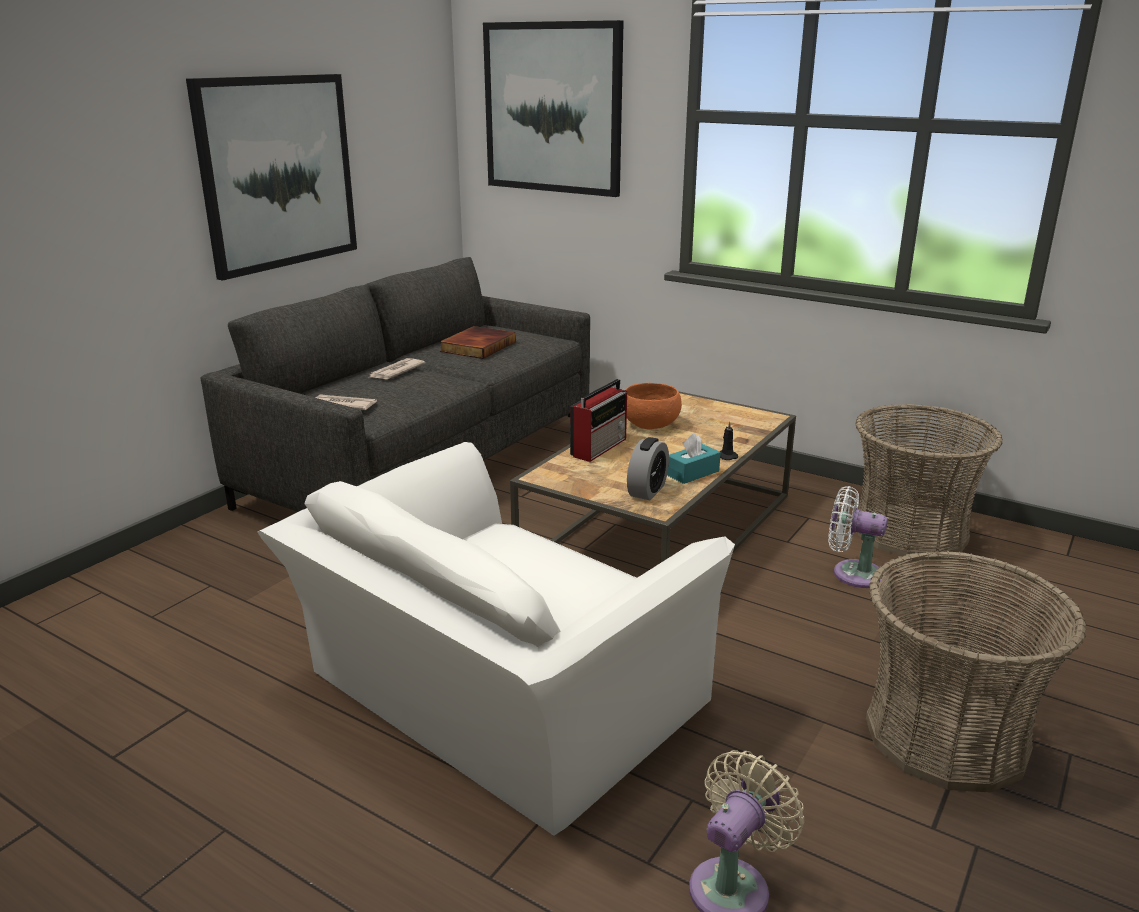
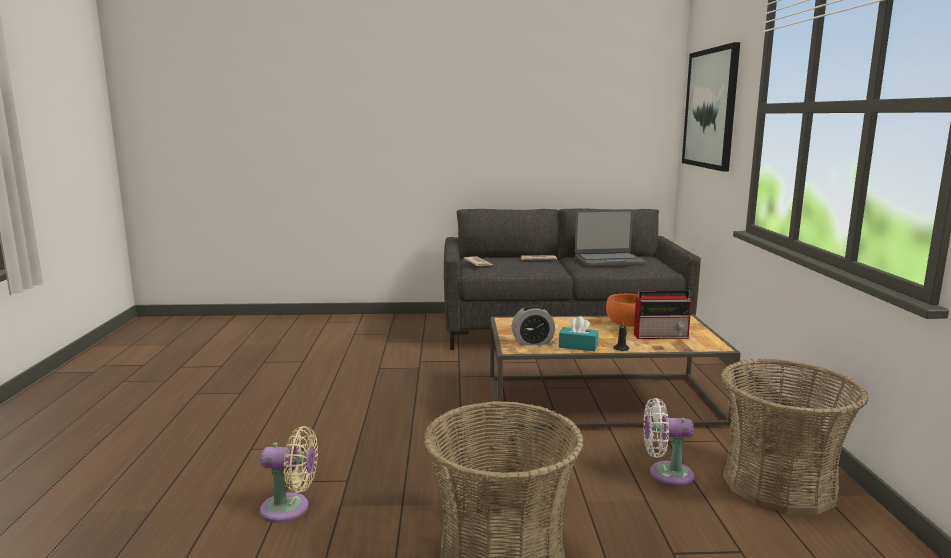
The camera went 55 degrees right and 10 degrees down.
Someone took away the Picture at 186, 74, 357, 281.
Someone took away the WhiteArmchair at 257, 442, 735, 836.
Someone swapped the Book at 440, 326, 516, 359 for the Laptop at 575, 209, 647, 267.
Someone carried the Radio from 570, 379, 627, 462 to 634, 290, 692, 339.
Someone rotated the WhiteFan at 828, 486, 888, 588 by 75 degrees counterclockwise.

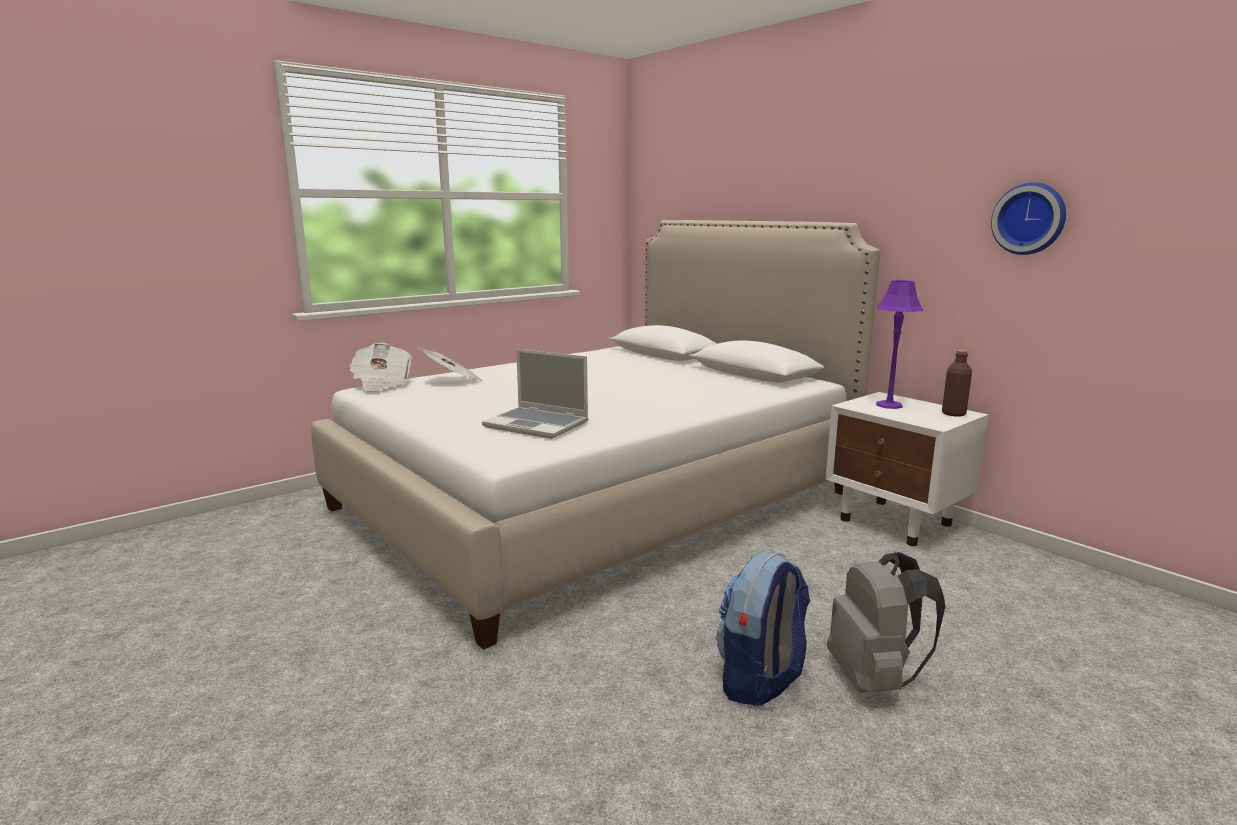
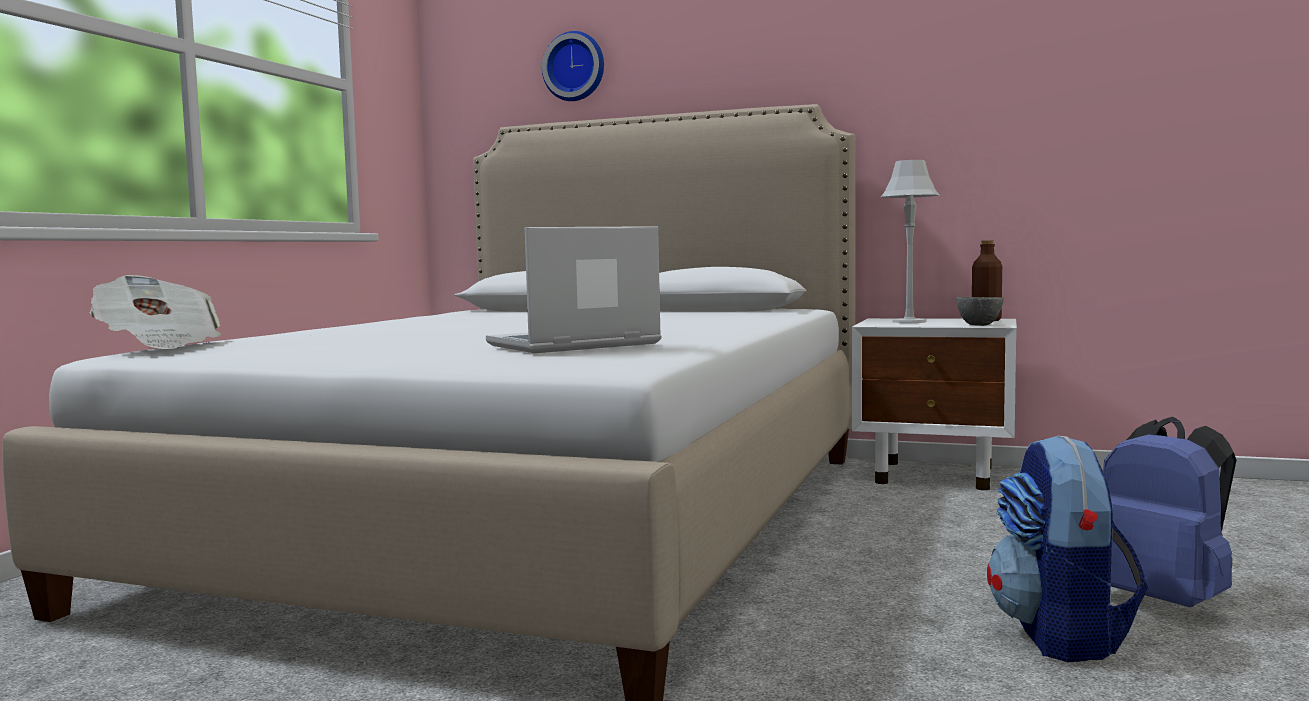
The camera went 30 degrees left and 10 degrees down.
Someone took away the Newspaper at 418, 348, 484, 381.
Someone rotated the Laptop at 482, 349, 588, 439 by 150 degrees clockwise.
Someone repainted the GreyBackpack at 827, 552, 945, 693, which became the BlueBackpack at 1103, 417, 1236, 607.
Someone repainted the PurpleTableLamp at 876, 280, 924, 409, which became the GreyTableLamp at 881, 160, 940, 323.
Someone carried the WallClock from 991, 182, 1066, 255 to 542, 31, 604, 101.
Someone put down the GreyBowl at 956, 297, 1004, 326.

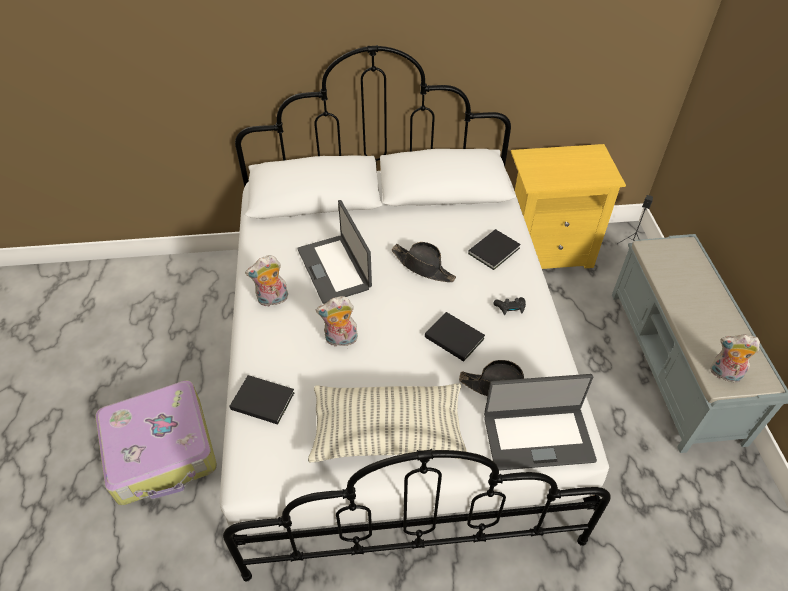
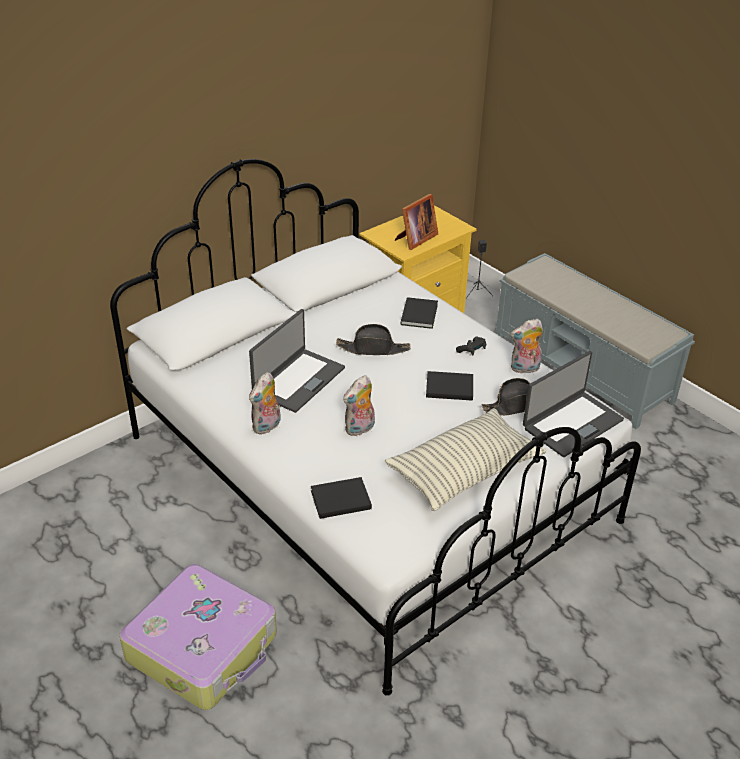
The camera went 35 degrees left and 10 degrees down.
Someone rotated the Laptop at 297, 200, 372, 304 by 90 degrees counterclockwise.
Someone carried the PlushToy from 710, 334, 760, 382 to 511, 319, 543, 374.
Someone put down the PictureFrame at 395, 194, 438, 250.

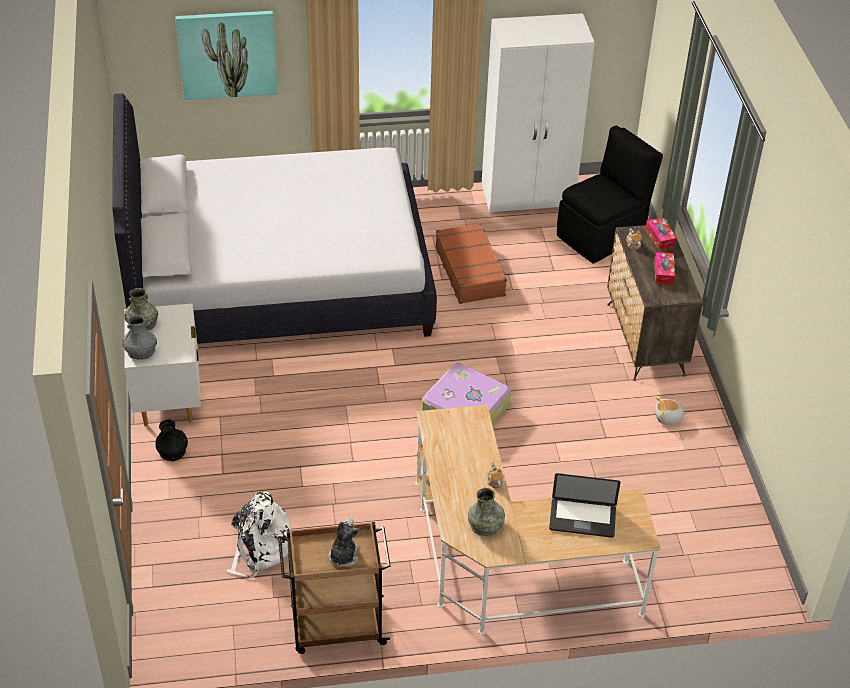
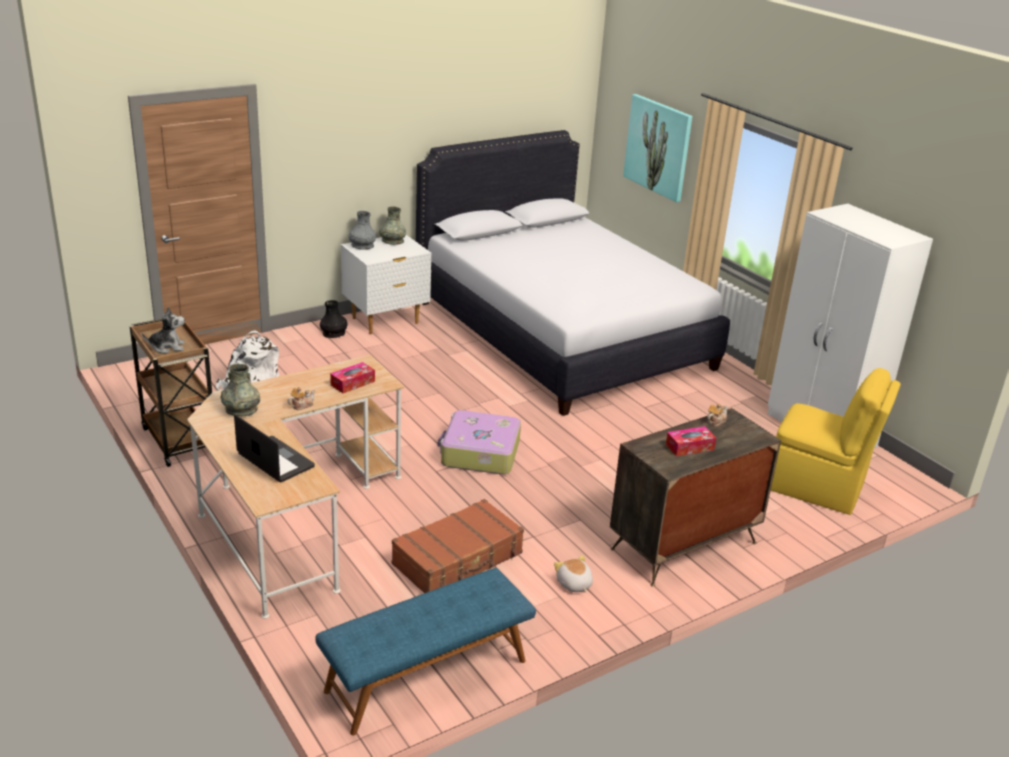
The camera went 65 degrees right and 15 degrees down.
Someone carried the BrownSuitcase from 436, 223, 507, 304 to 391, 499, 524, 593.
Someone rotated the Laptop at 549, 473, 621, 538 by 150 degrees clockwise.
Someone repainted the BlackChair at 557, 126, 663, 263, which became the YellowChair at 771, 368, 901, 515.
Someone carried the TissueBox from 645, 217, 677, 250 to 330, 362, 375, 393.
Someone put down the BlueBench at 315, 568, 536, 735.

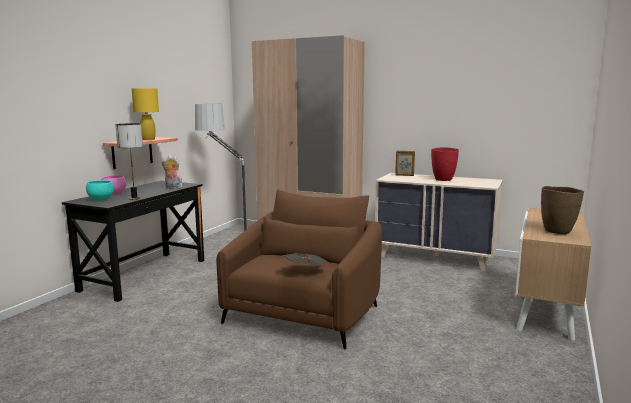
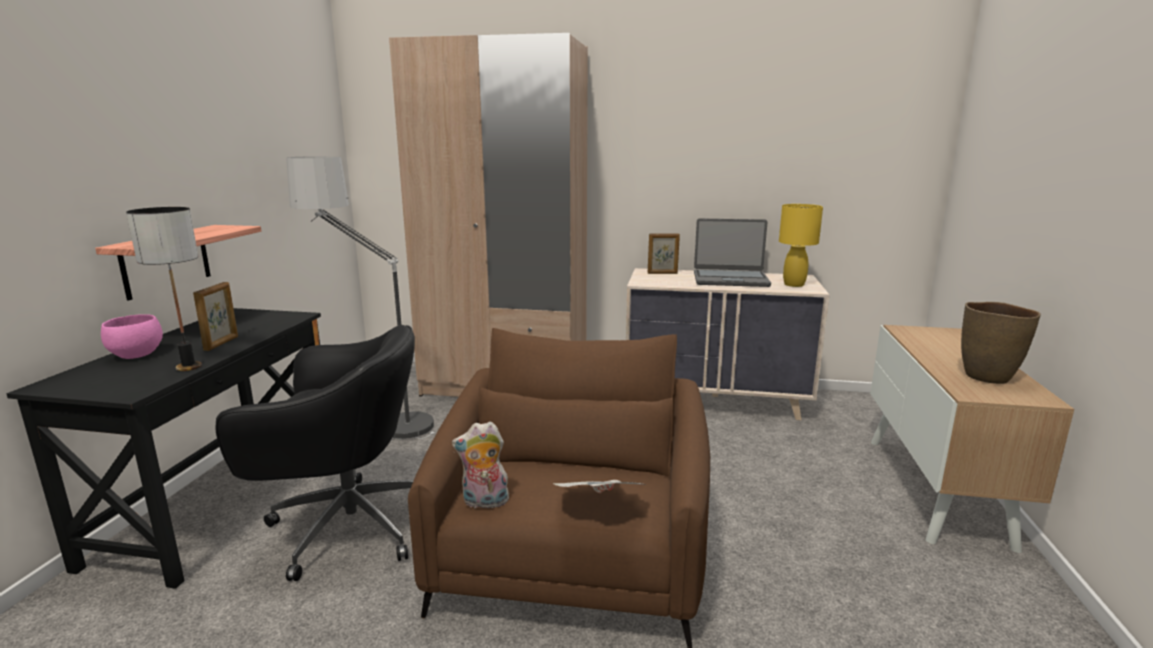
The camera went 15 degrees left and 5 degrees up.
Someone took away the TurquoiseBowl at 86, 180, 114, 201.
Someone carried the YellowTableLamp from 132, 88, 159, 140 to 779, 204, 823, 287.
Someone carried the PlushToy from 162, 155, 183, 189 to 452, 421, 510, 508.
Someone swapped the RedVase at 431, 147, 459, 181 for the Laptop at 694, 218, 771, 287.
Someone put down the PictureFrame at 193, 282, 238, 351.
Someone put down the BlackOfficeChair at 216, 325, 415, 581.

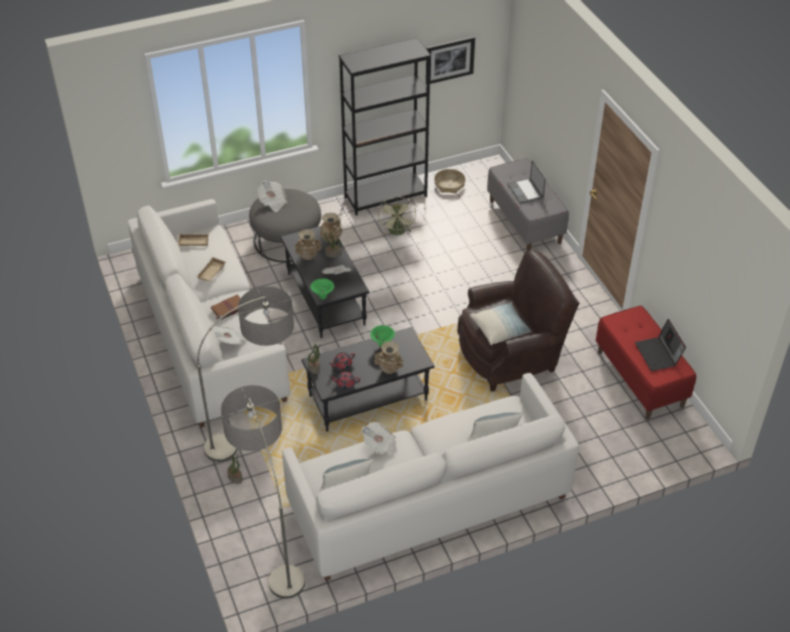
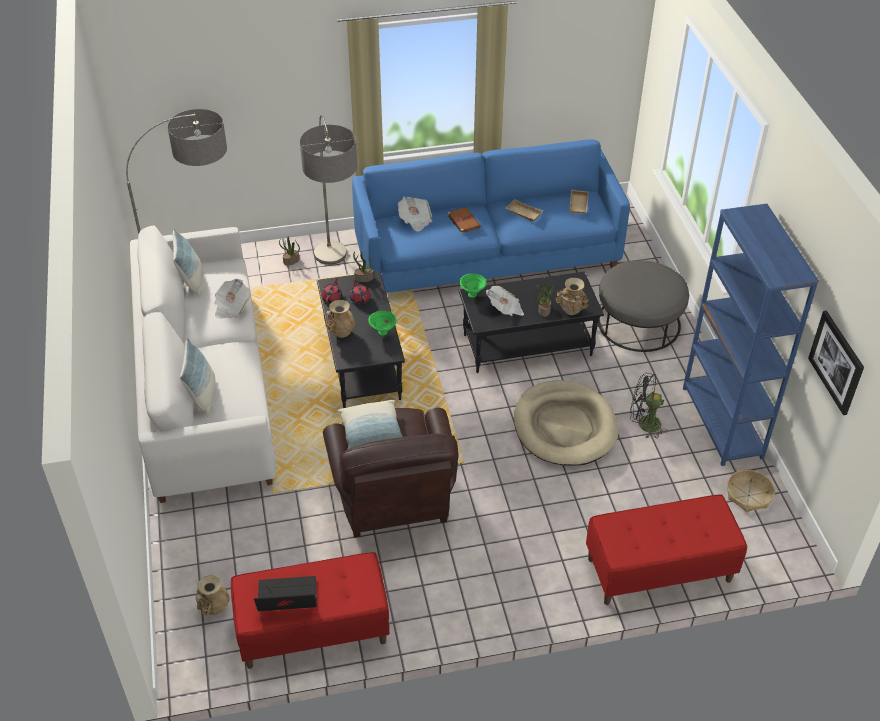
The camera went 100 degrees right and 0 degrees up.
Someone repainted the WhiteSofa at 127, 199, 290, 428, which became the BlueSofa at 352, 139, 630, 293.
Someone took away the Newspaper at 257, 180, 287, 212.
Someone carried the BeigeVase from 295, 229, 322, 260 to 196, 575, 230, 616.
Someone repainted the BlackBookcase at 339, 38, 431, 215, which became the BlueBookcase at 683, 204, 819, 466.
Someone repainted the GreenFan at 378, 197, 416, 235, which became the BlackFan at 630, 373, 668, 438.
Someone repainted the GreyBench at 487, 158, 569, 251, which became the RedBench at 586, 494, 747, 605.
Someone took away the Laptop at 507, 160, 546, 204.
Someone put down the BeigeDogBed at 514, 380, 618, 466.

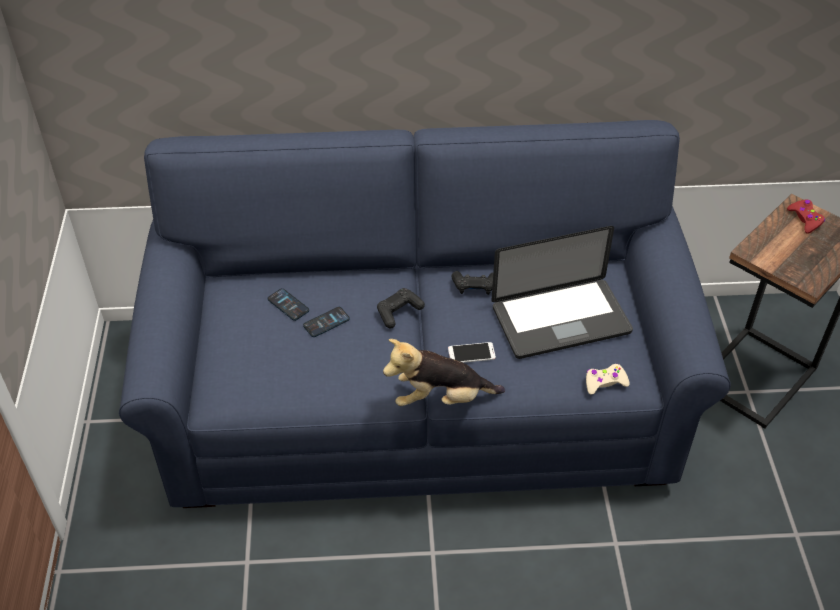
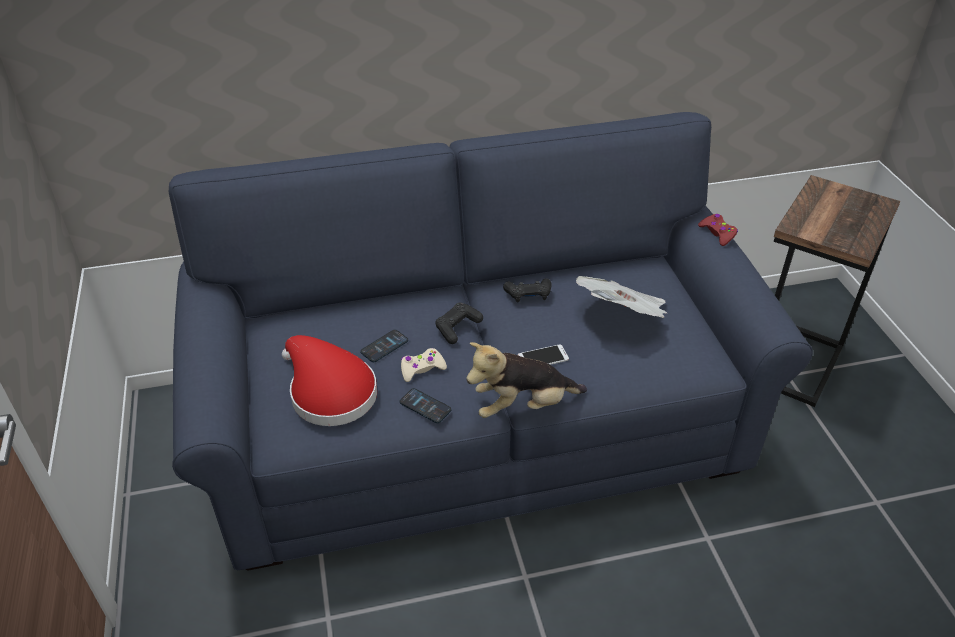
The camera went 10 degrees left and 5 degrees down.
Someone carried the Phone from 268, 288, 309, 321 to 400, 388, 451, 423.
Someone swapped the Laptop at 491, 226, 633, 359 for the Newspaper at 576, 276, 667, 318.
Someone carried the BeigeGameController from 586, 364, 630, 395 to 401, 348, 447, 382.
Someone carried the RedGameController from 787, 200, 825, 234 to 698, 214, 738, 246.
Someone put down the RedHat at 282, 335, 377, 426.

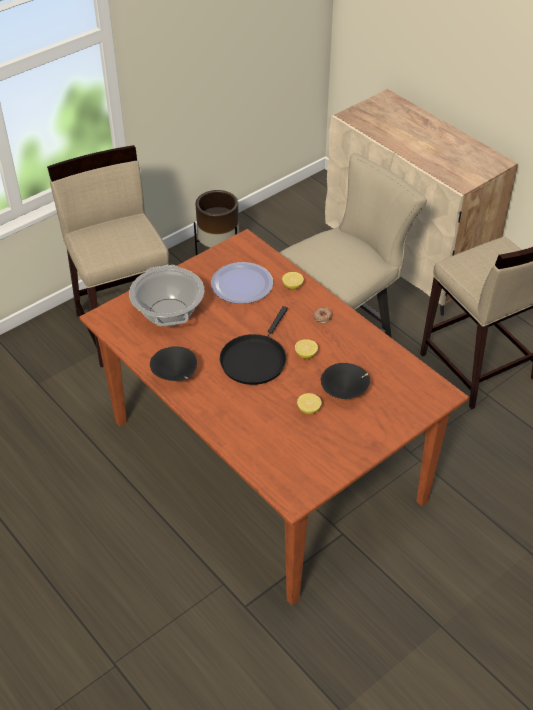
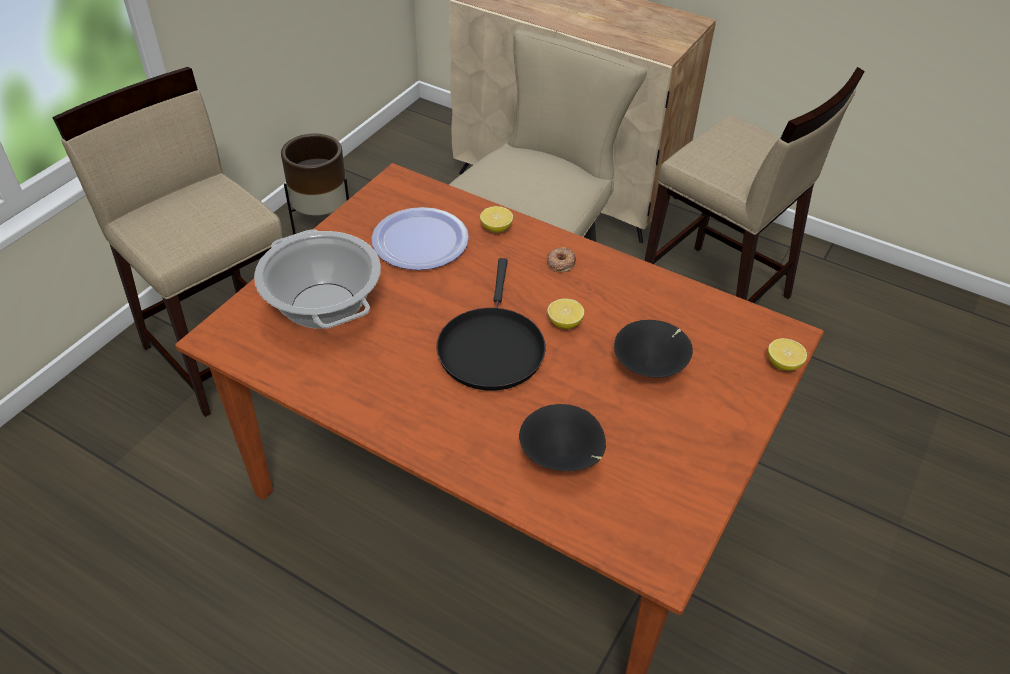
The camera went 20 degrees left and 0 degrees up.
Someone carried the BlackBowl from 150, 346, 197, 381 to 519, 404, 606, 471.
Someone carried the Lemon from 297, 393, 322, 414 to 768, 338, 807, 371.

